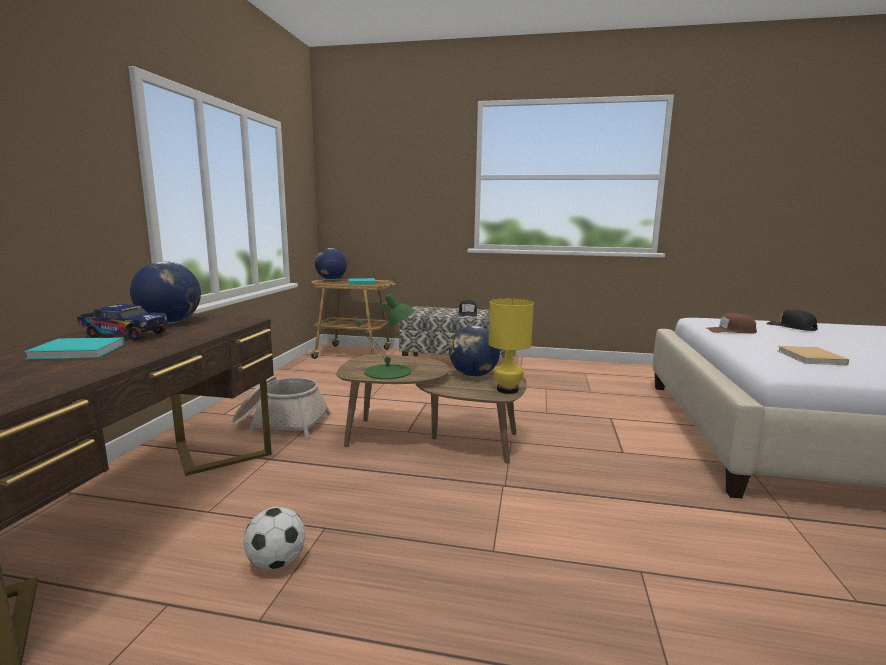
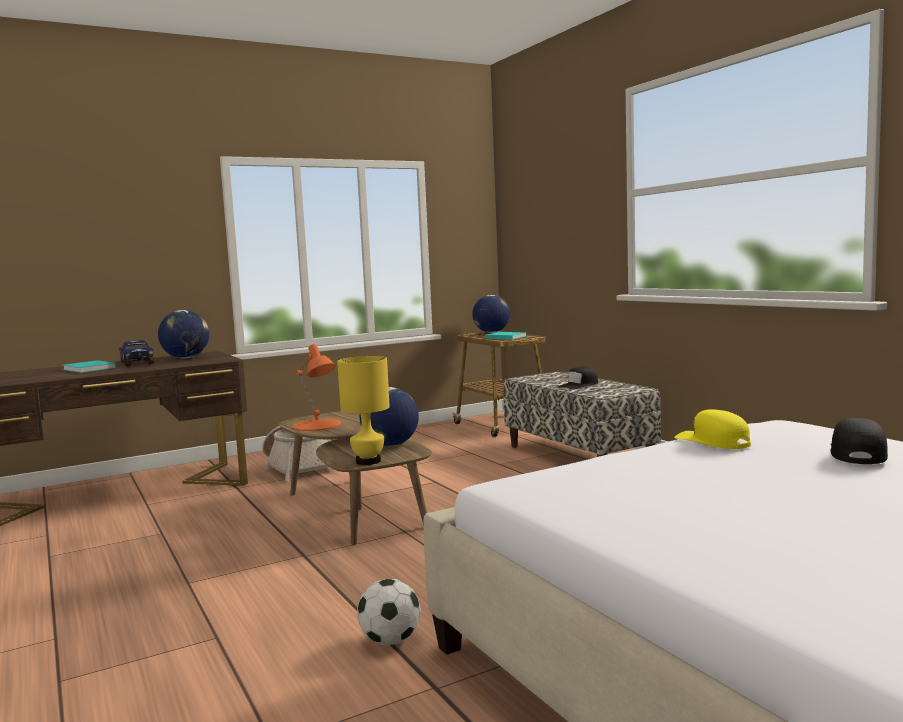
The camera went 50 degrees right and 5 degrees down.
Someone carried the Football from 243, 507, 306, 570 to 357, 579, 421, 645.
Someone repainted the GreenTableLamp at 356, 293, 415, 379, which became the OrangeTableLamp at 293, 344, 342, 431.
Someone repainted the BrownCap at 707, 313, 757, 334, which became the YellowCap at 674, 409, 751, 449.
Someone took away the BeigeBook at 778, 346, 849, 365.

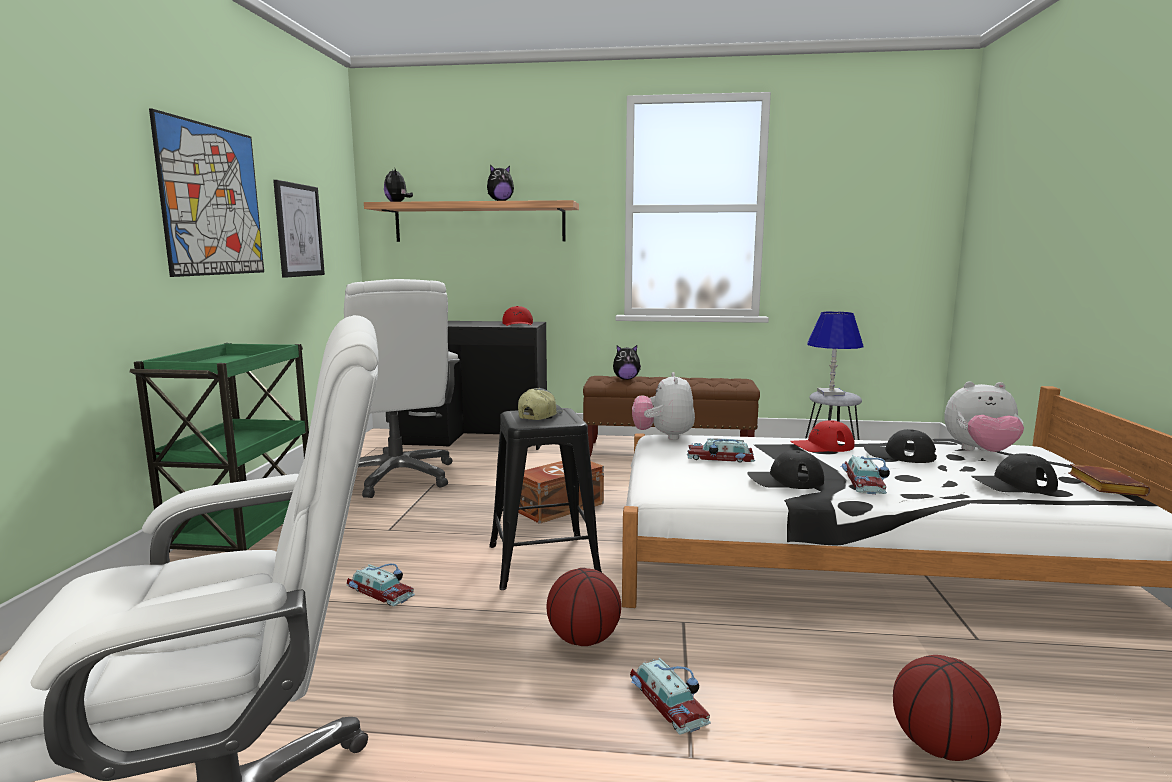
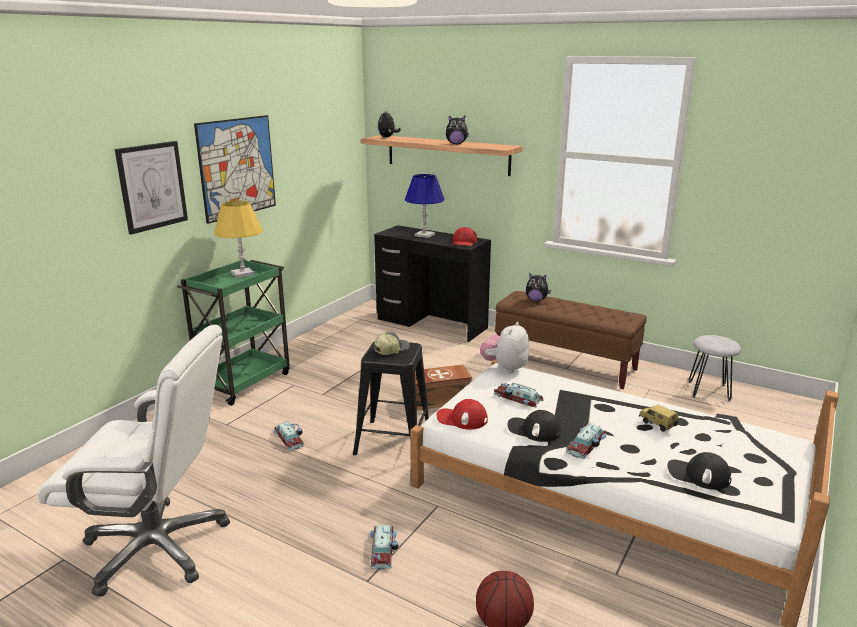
The camera went 25 degrees right and 10 degrees up.
Someone carried the Picture from 273, 180, 325, 278 to 115, 141, 188, 235.
Someone took away the WhiteOfficeChair at 344, 279, 460, 498.
Someone took away the Basketball at 547, 568, 621, 646.
Someone carried the RedCap from 790, 420, 855, 452 to 436, 399, 488, 429.
Someone carried the BlueTableLamp from 807, 311, 864, 396 to 405, 174, 445, 238.
Someone swapped the BlackCap at 864, 429, 937, 463 for the ToyCar at 639, 404, 678, 432.
Someone took away the PlushToy at 944, 381, 1024, 452.
Someone took away the BrownBook at 1068, 464, 1150, 497.
Someone put down the YellowTableLamp at 214, 200, 263, 278.

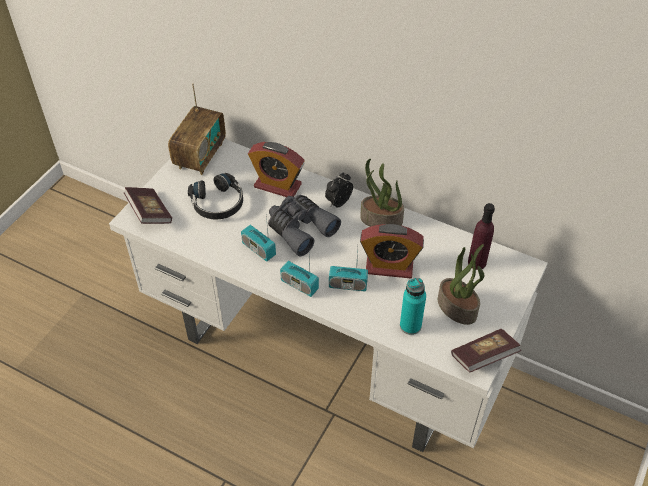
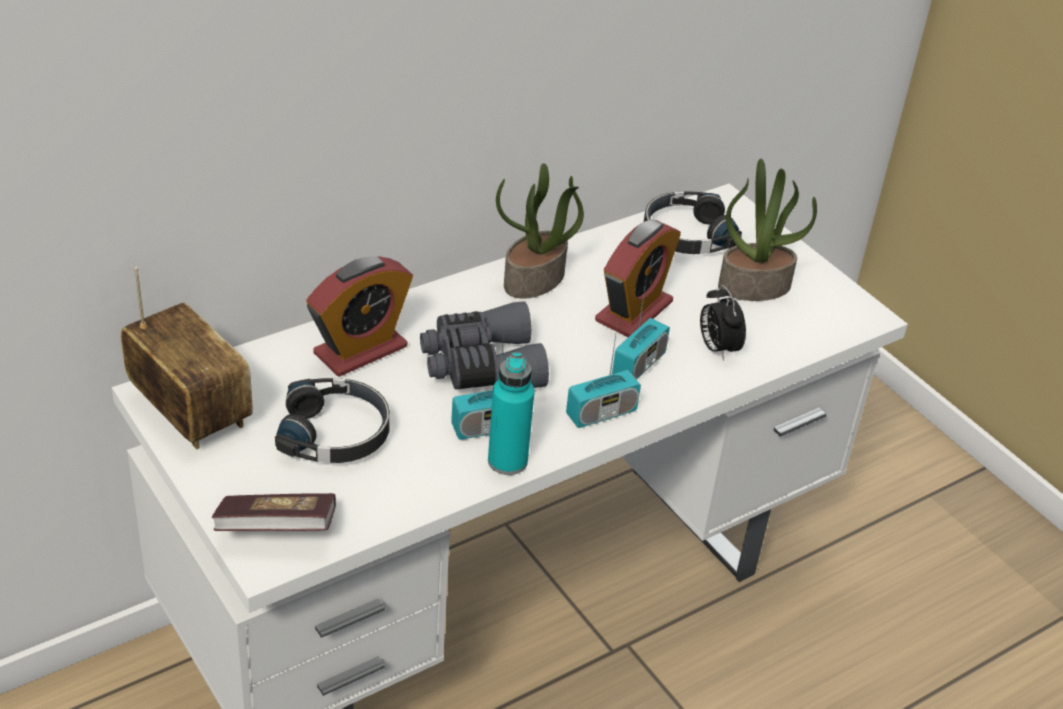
The camera went 65 degrees left and 10 degrees down.
Someone carried the AlarmClock from 325, 172, 353, 207 to 700, 285, 746, 361.
Someone carried the TurquoiseBottle from 400, 278, 426, 335 to 488, 352, 535, 475.
Someone took away the Book at 451, 329, 522, 372.
Someone swapped the PurpleBottle at 468, 203, 495, 270 for the BlackHeadphones at 644, 191, 742, 254.

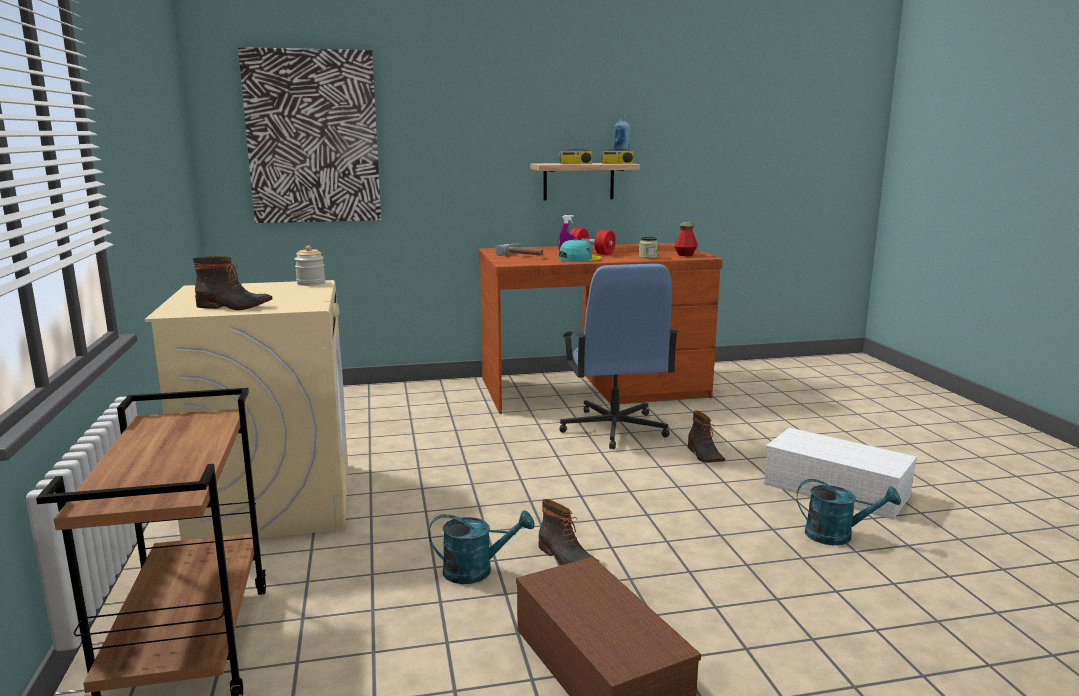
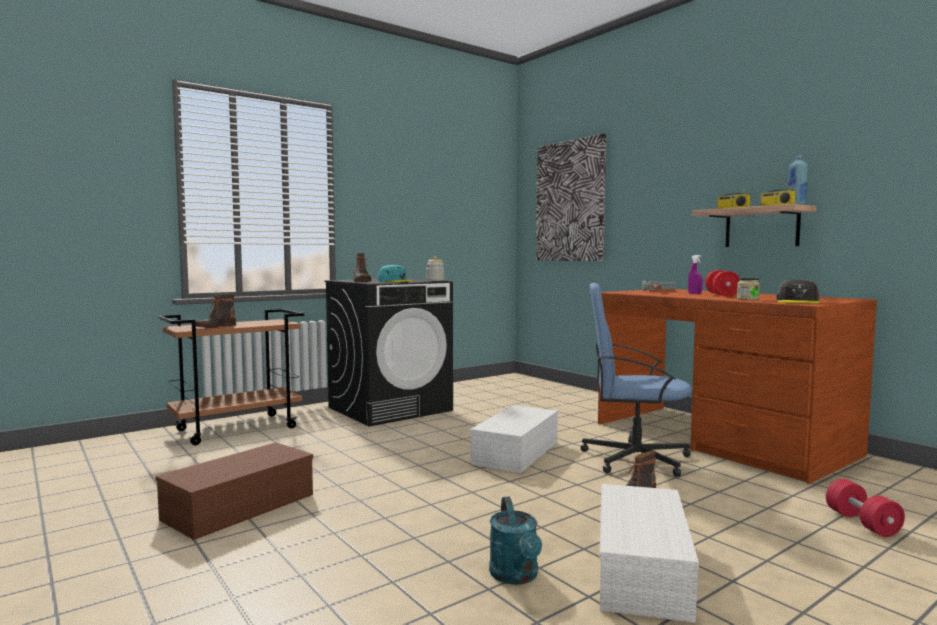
The camera went 65 degrees right and 10 degrees down.
Someone repainted the BeigeWashingMachine at 144, 280, 348, 540, which became the BlackWashingMachine at 325, 278, 453, 426.
Someone took away the TurquoiseWateringCan at 429, 510, 535, 584.
Someone carried the Boot from 539, 499, 599, 565 to 195, 294, 236, 328.
Someone carried the TurquoiseCap from 559, 240, 601, 262 to 378, 264, 414, 282.
Someone rotated the BlueOfficeChair at 559, 264, 678, 449 by 45 degrees clockwise.
Someone swapped the Bottle at 674, 222, 698, 256 for the GreyCap at 777, 279, 821, 304.
Someone put down the WhiteStorageBox at 470, 405, 558, 473.
Someone put down the RedDumbbell at 826, 479, 905, 537.

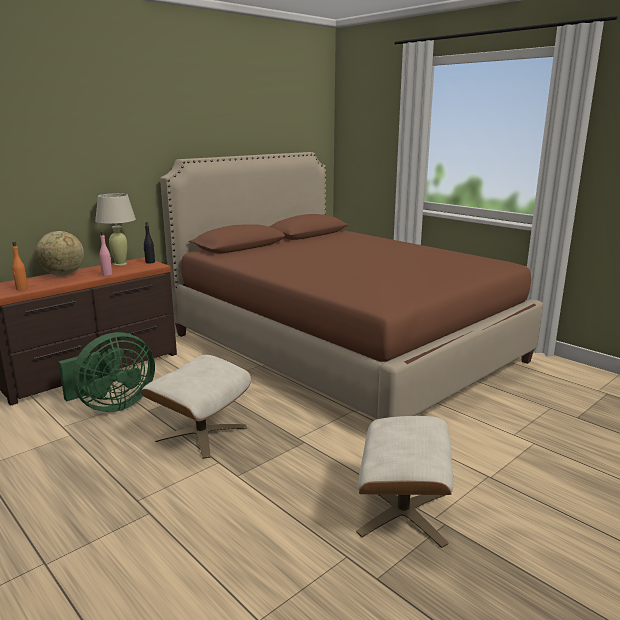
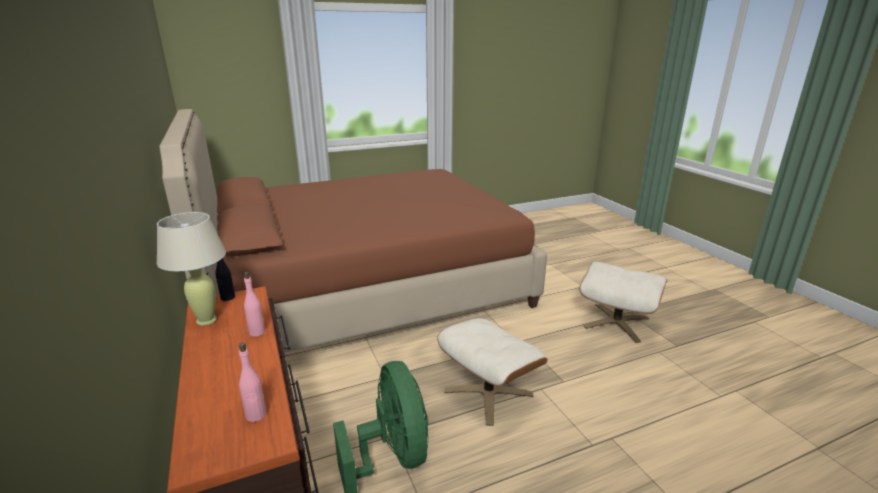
The camera went 70 degrees left and 5 degrees up.
Someone repainted the OrangeBottle at 12, 242, 28, 290, which became the PinkBottle at 239, 343, 267, 422.
Someone took away the Globe at 36, 231, 84, 276.

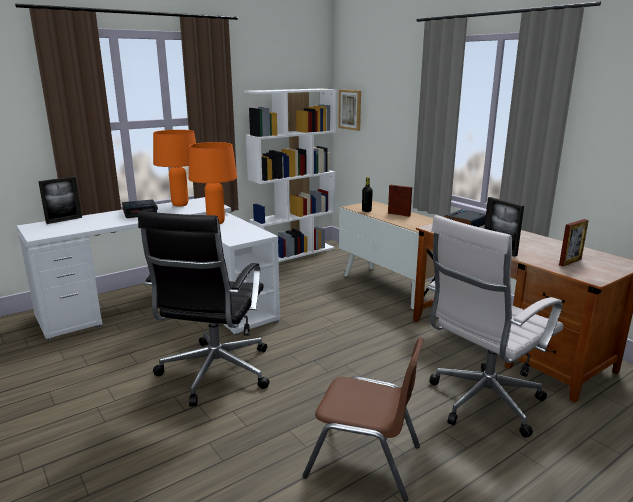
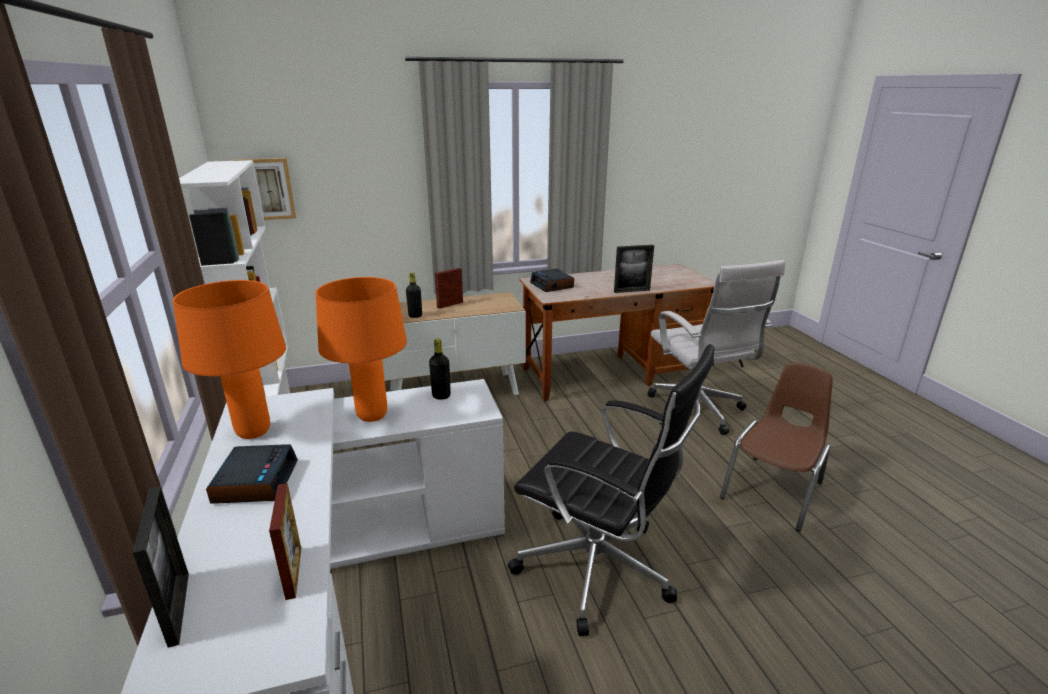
The camera went 70 degrees left and 5 degrees up.
Someone carried the PictureFrame from 559, 219, 589, 266 to 269, 483, 301, 600.
Someone put down the BlackBottle at 429, 338, 451, 400.

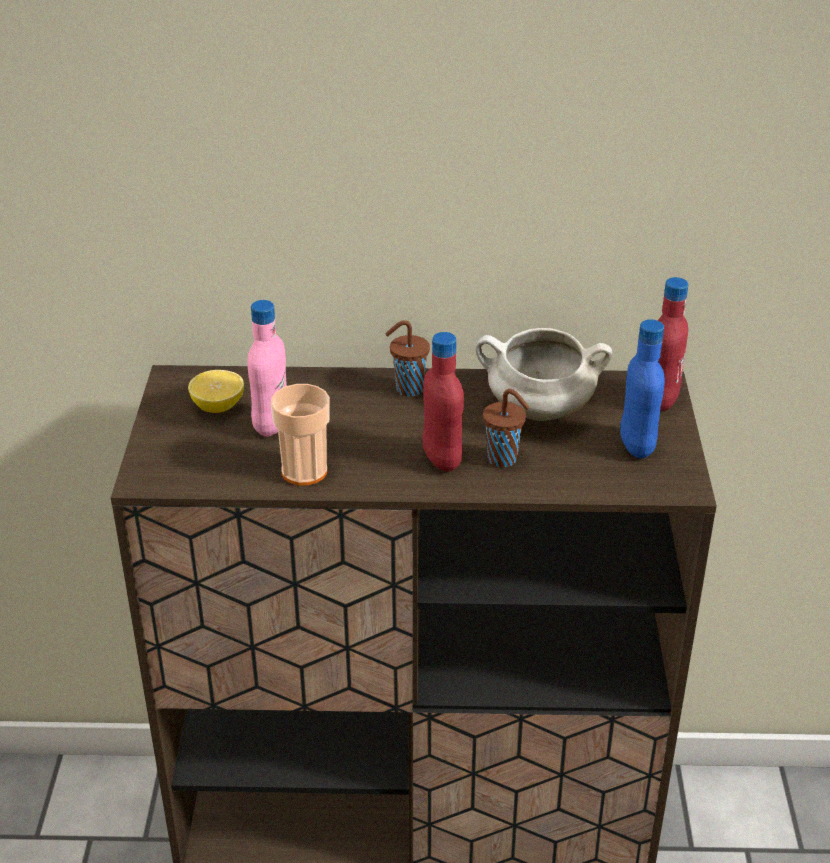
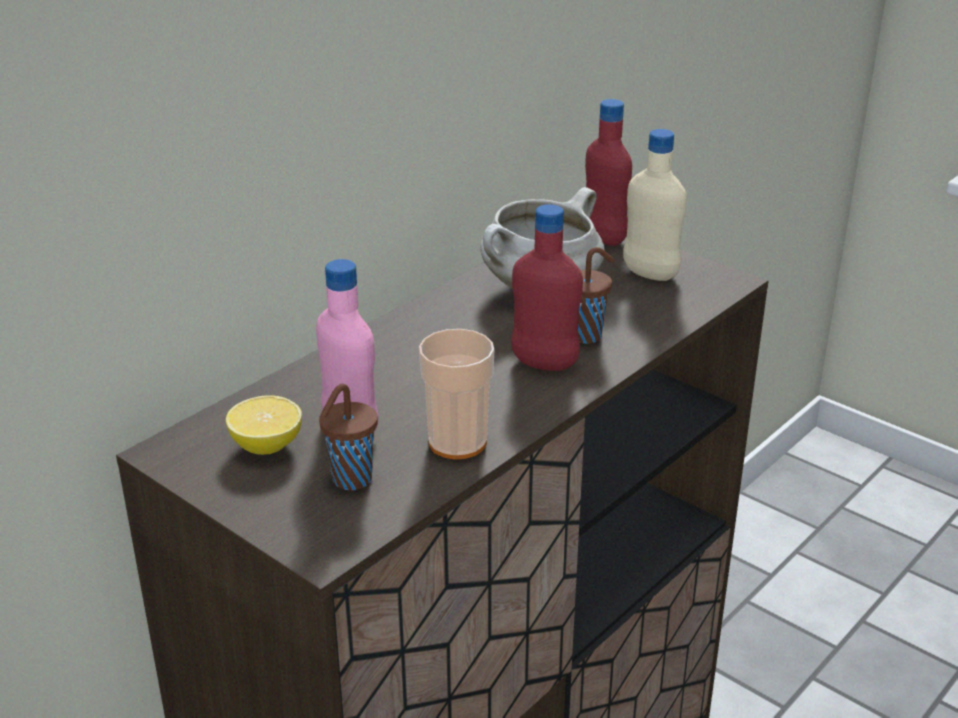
The camera went 50 degrees left and 5 degrees down.
Someone carried the BrownCup from 385, 320, 430, 397 to 319, 384, 378, 490.
Someone repainted the BlueBottle at 620, 319, 665, 459, which became the BeigeBottle at 623, 129, 687, 281.

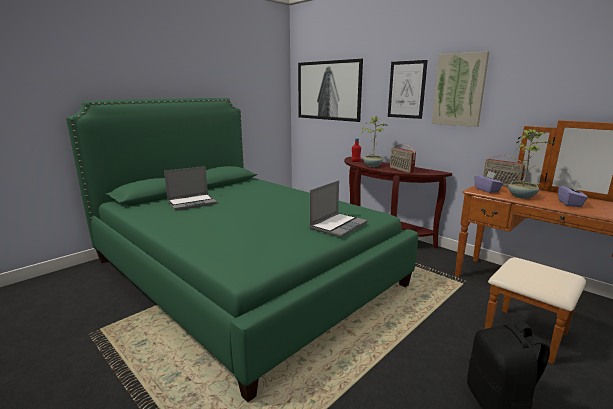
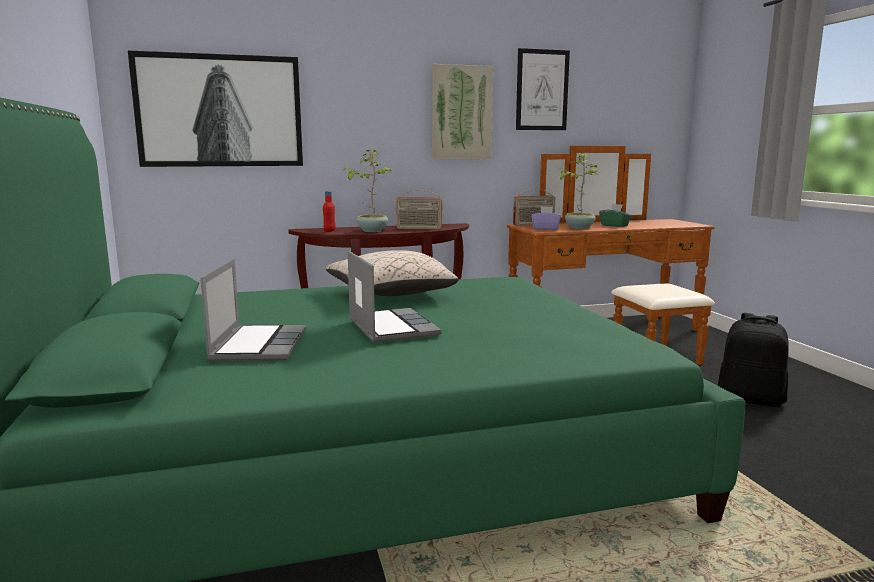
The camera went 60 degrees left and 5 degrees down.
Someone carried the Laptop from 309, 180, 368, 238 to 348, 251, 442, 343.
Someone carried the Picture from 388, 60, 428, 119 to 516, 48, 570, 130.
Someone repainted the PurpleTissueBox at 558, 182, 588, 207, which became the GreenTissueBox at 599, 204, 632, 227.
Someone put down the BeigePillow at 326, 250, 458, 296.

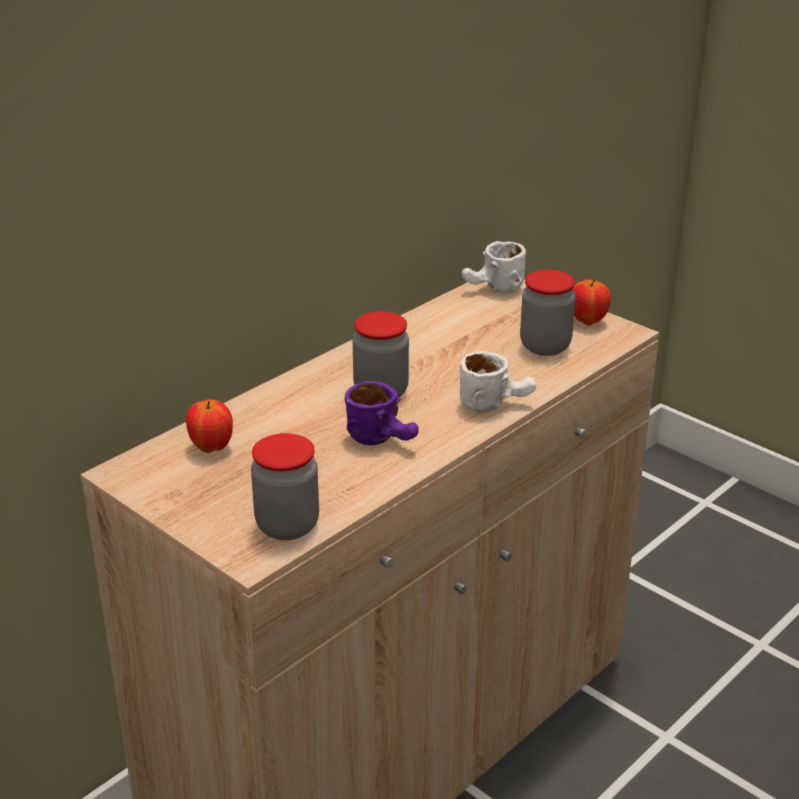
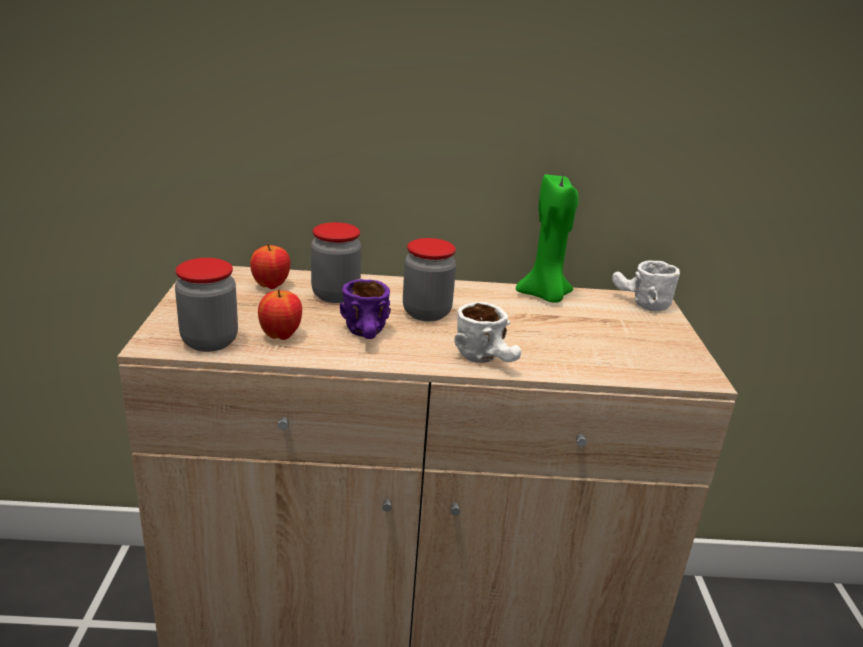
The camera went 45 degrees right and 5 degrees down.
Someone carried the Jar from 520, 269, 575, 356 to 311, 222, 361, 303.
Someone carried the Apple from 573, 279, 611, 325 to 258, 289, 302, 340.
Someone put down the GreenCandle at 516, 174, 579, 303.

